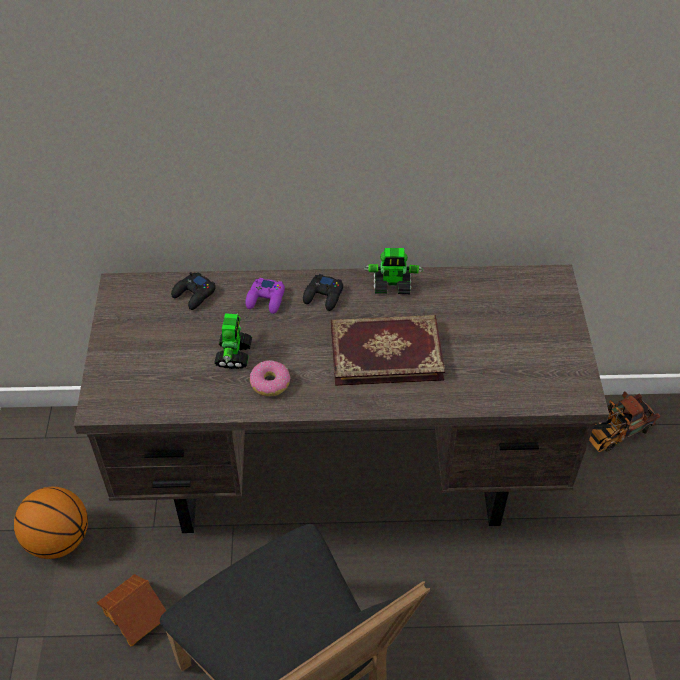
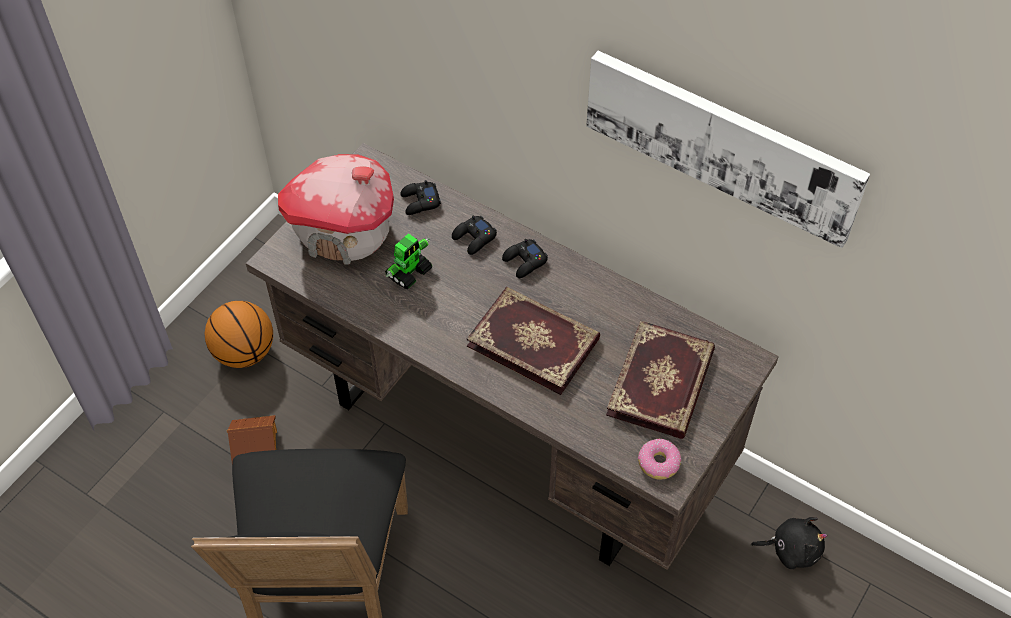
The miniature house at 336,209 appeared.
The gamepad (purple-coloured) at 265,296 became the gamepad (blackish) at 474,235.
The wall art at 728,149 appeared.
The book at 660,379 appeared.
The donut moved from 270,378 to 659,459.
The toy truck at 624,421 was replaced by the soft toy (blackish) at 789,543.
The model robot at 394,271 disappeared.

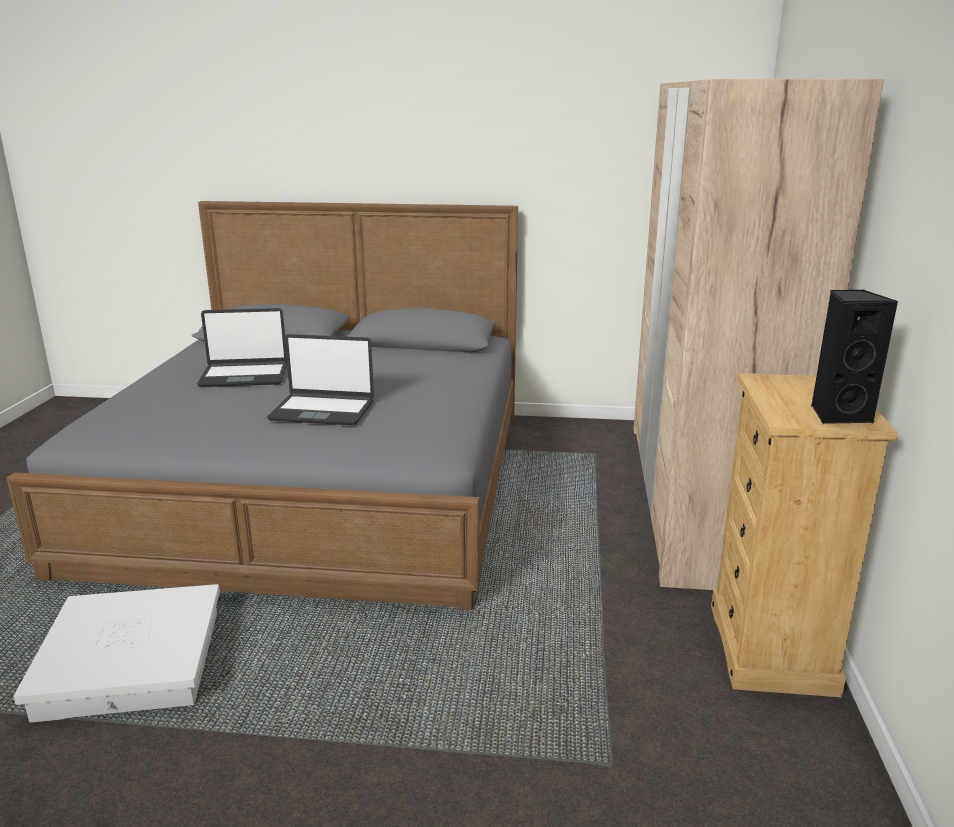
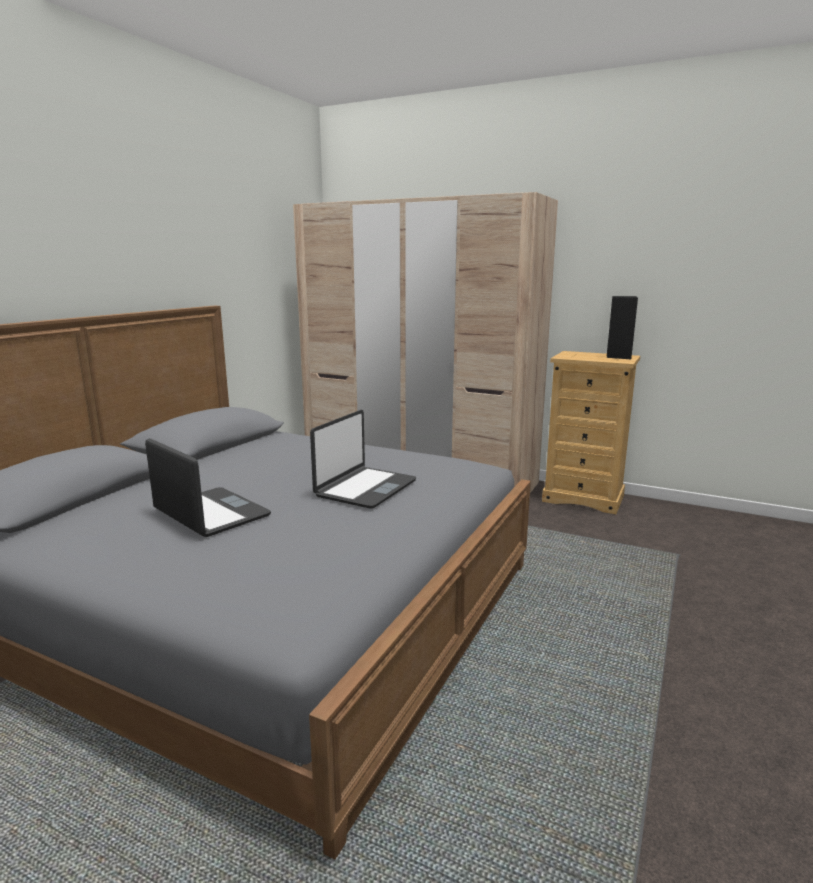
The portable computer at 242,347 turned 60 degrees counterclockwise.
The storage bin (whitish) at 116,653 disappeared.

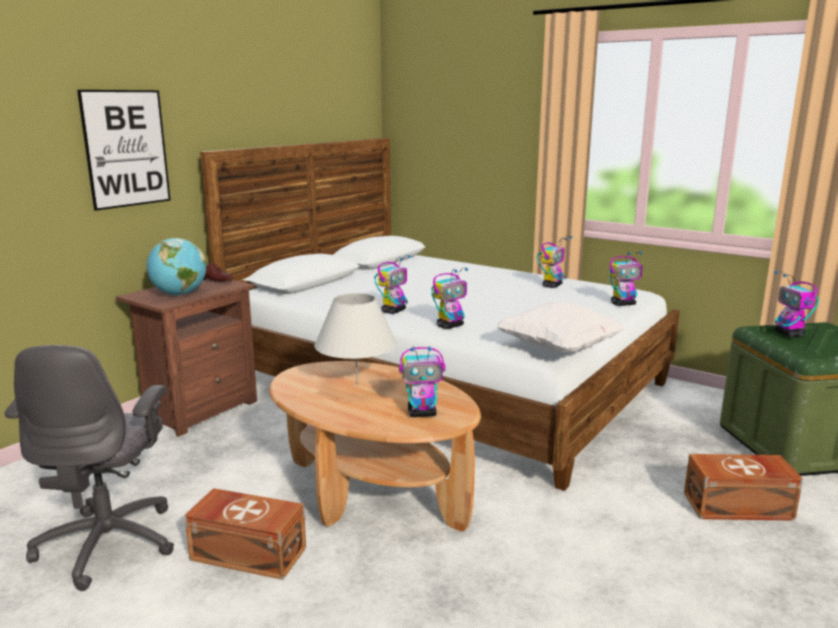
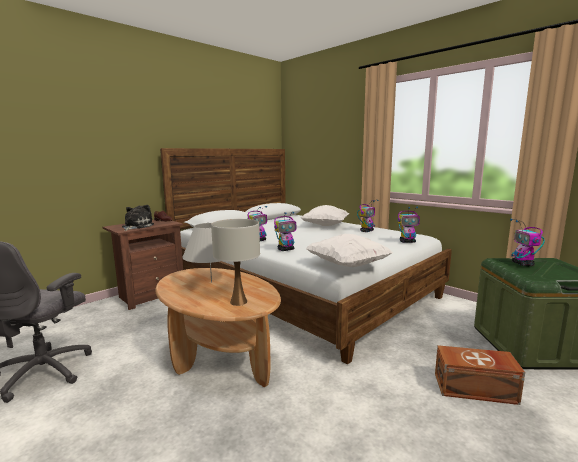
The desk globe at 176,266 was replaced by the soft toy at 138,218.
The model robot at 422,381 was replaced by the table lamp (whitish) at 235,262.
The cushion (whitish) at 324,215 appeared.
The wall art at 124,150 disappeared.
The storage bin (brownish) at 245,534 disappeared.

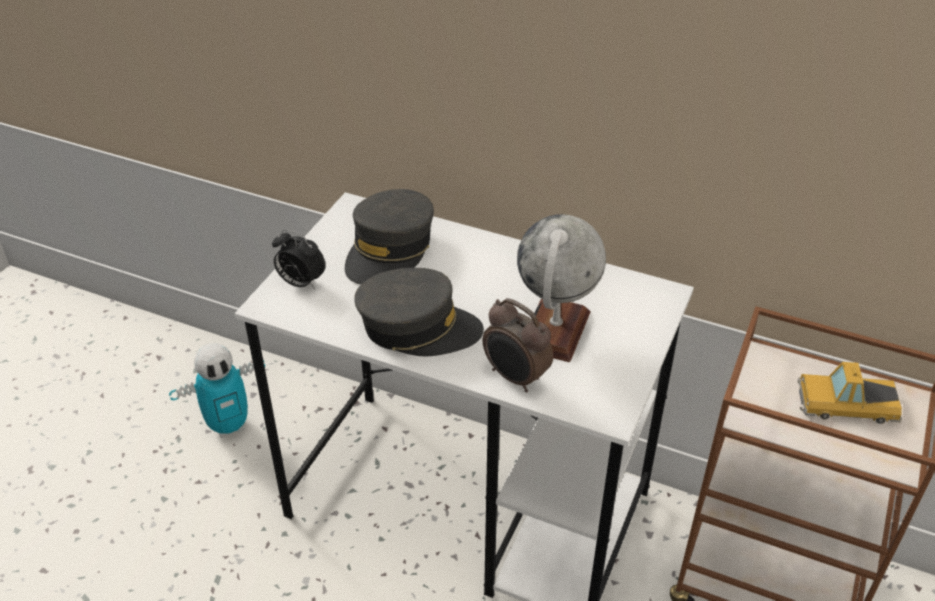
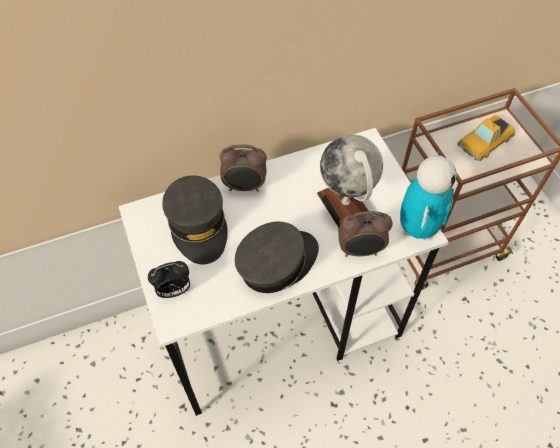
The table clock at 243,168 appeared.
The model robot moved from 217,390 to 428,196.

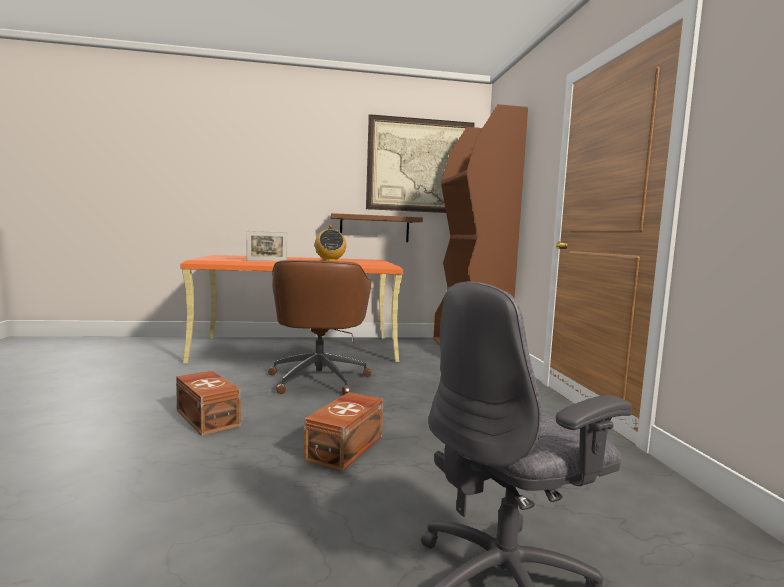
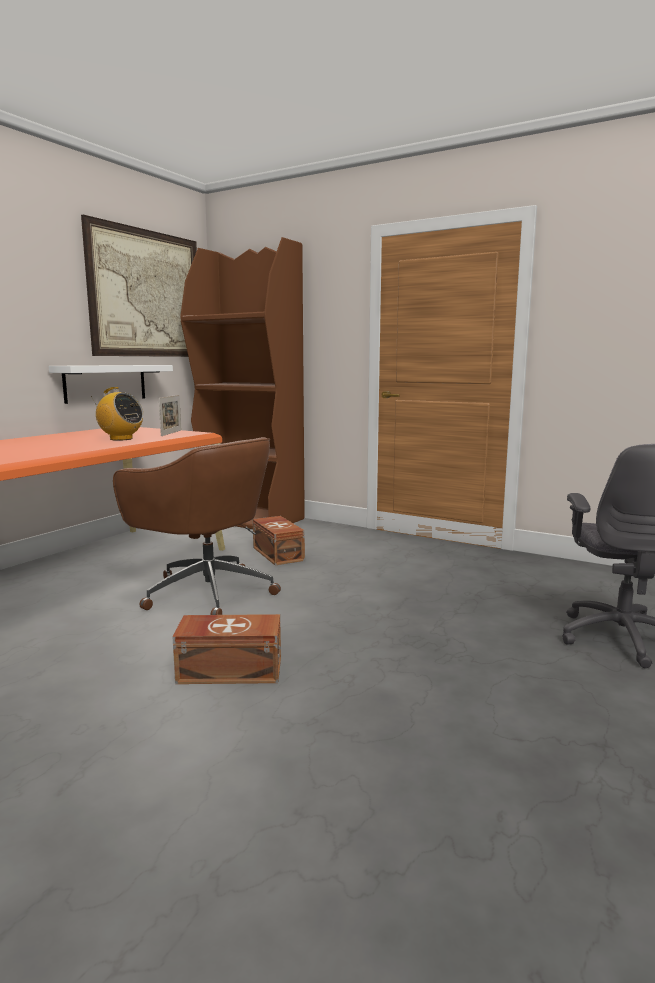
The shelf (brownish) at 377,227 became the shelf (whitish) at 111,384.
The standing frame moved from 266,246 to 170,415.
The storage bin (brownish) moved from 343,432 to 279,540.

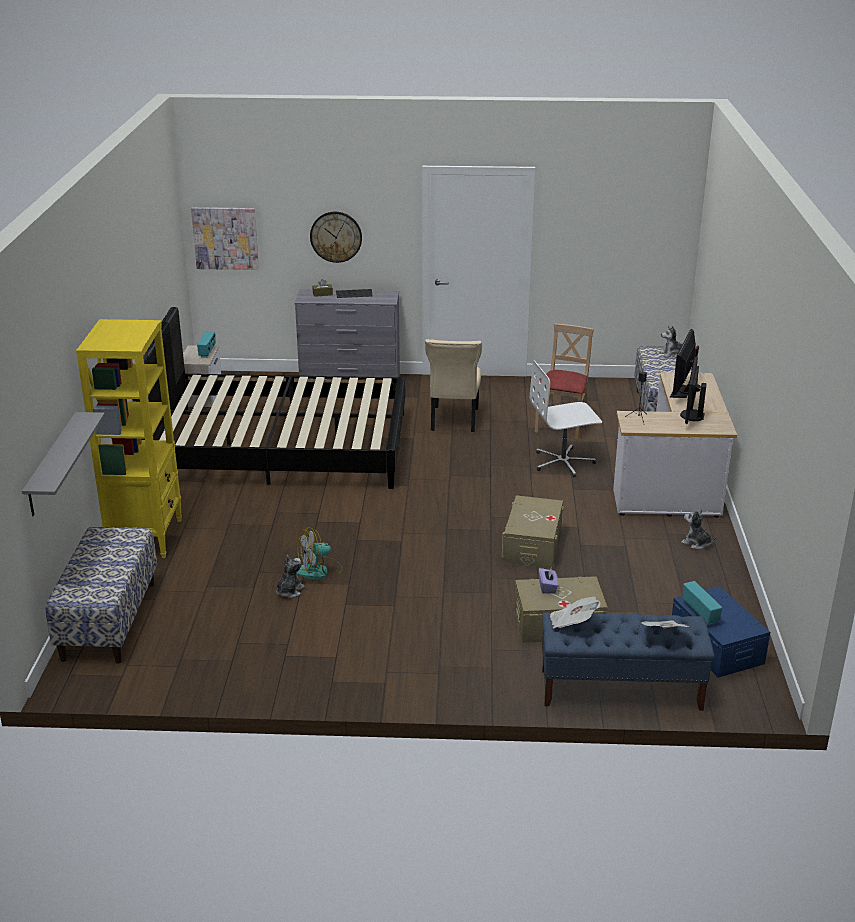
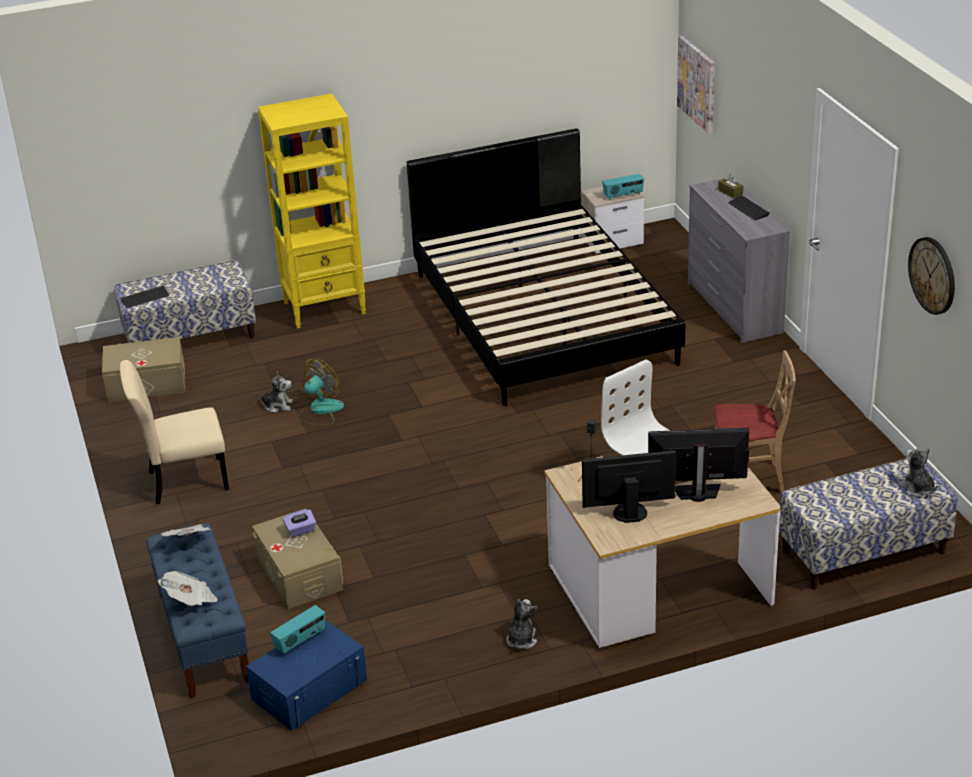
The storage bin (beige) moved from 533,532 to 144,369.
The PC keyboard at 144,296 appeared.
The chair (beige) moved from 453,385 to 174,432.
The cooling fan at 320,553 turned 90 degrees clockwise.
The clock on the wall moved from 336,237 to 931,276.
The shelf (greyish) at 63,464 disappeared.

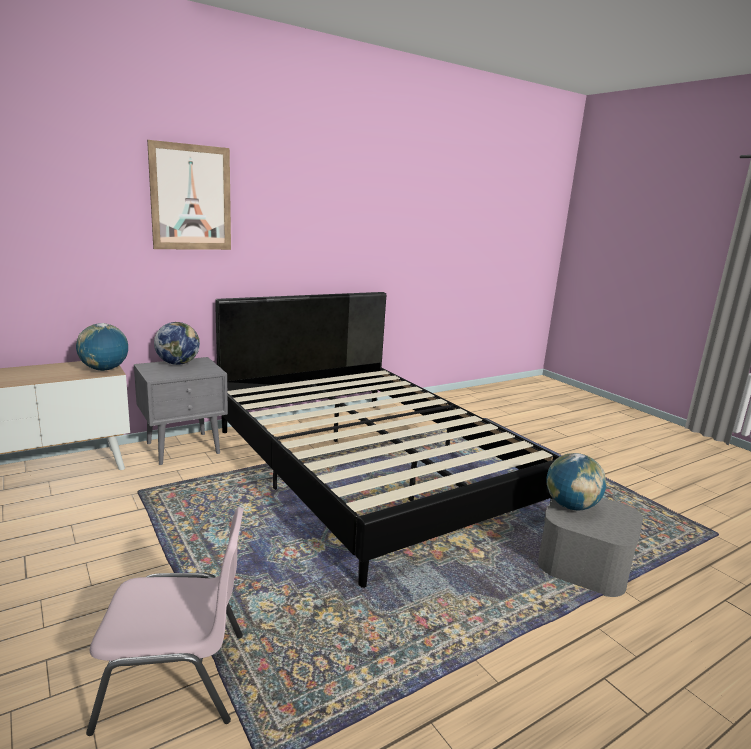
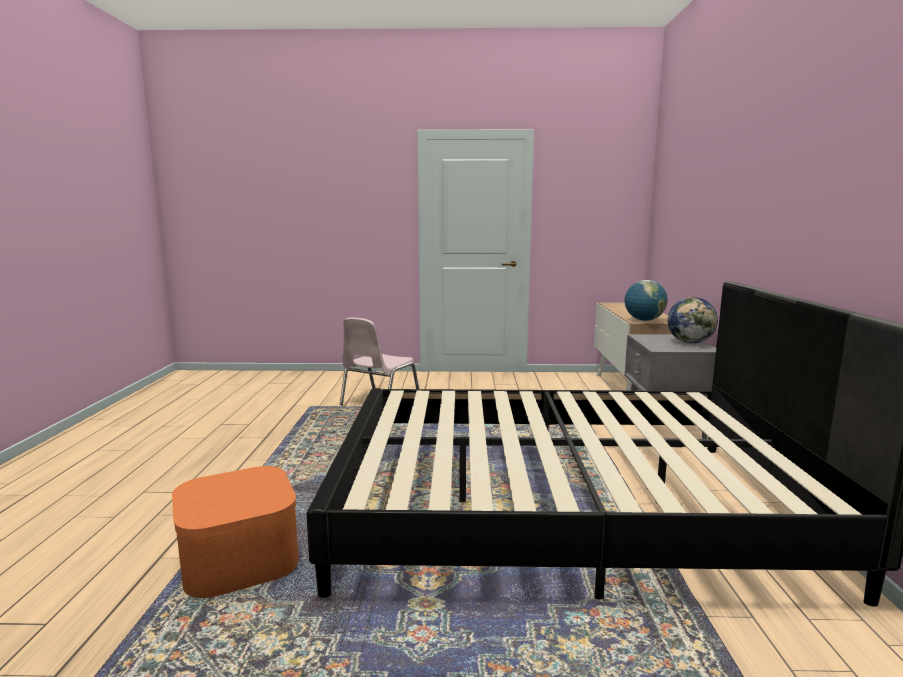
The storage bin (greyish) at 590,547 became the storage bin (orange) at 235,532.
The wall art at 189,195 disappeared.
The desk globe at 576,481 disappeared.

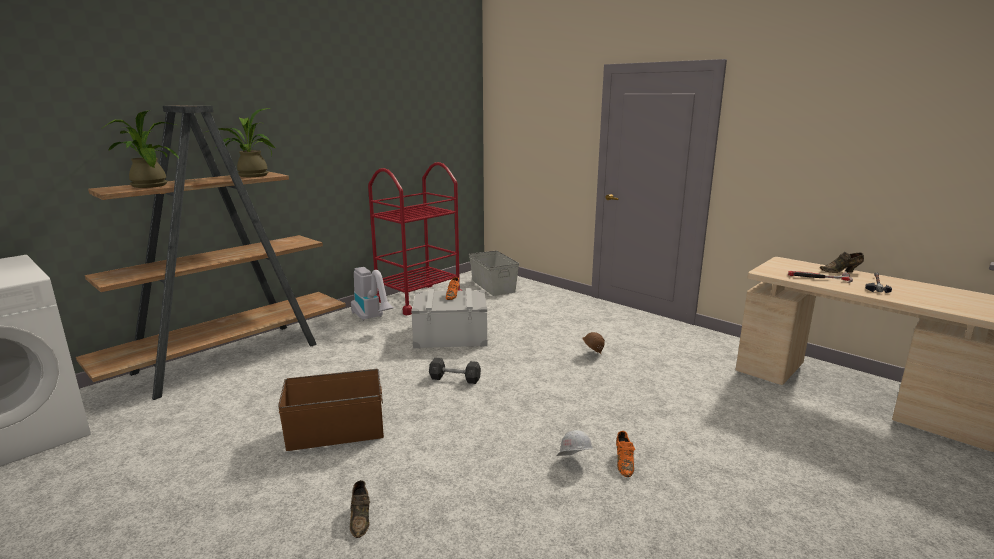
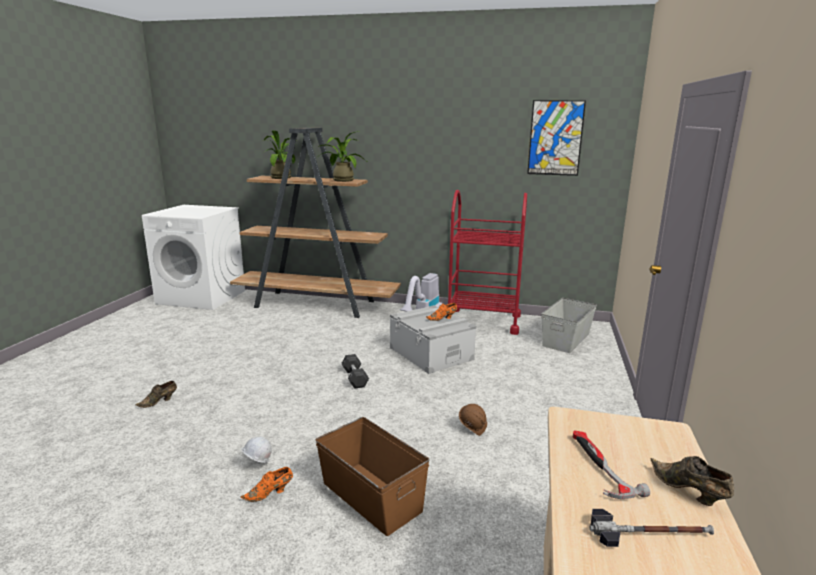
The storage bin (brownish) moved from 331,410 to 373,476.
The wall art at 556,138 appeared.

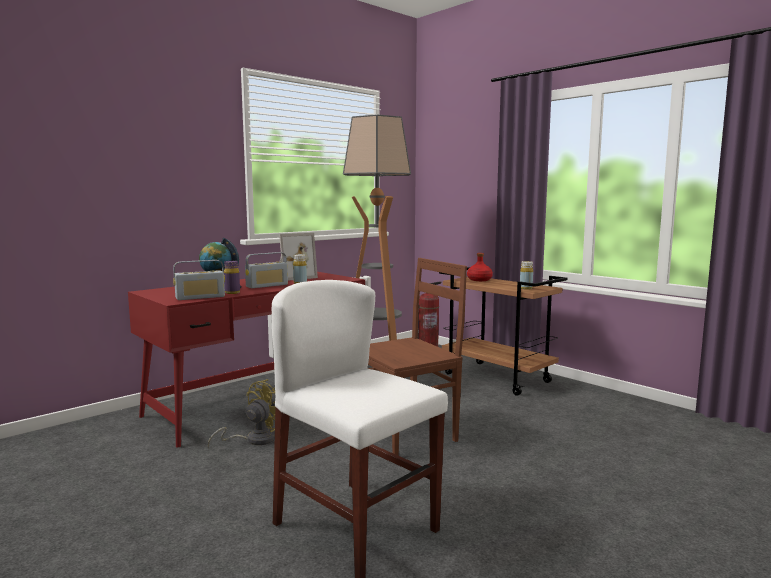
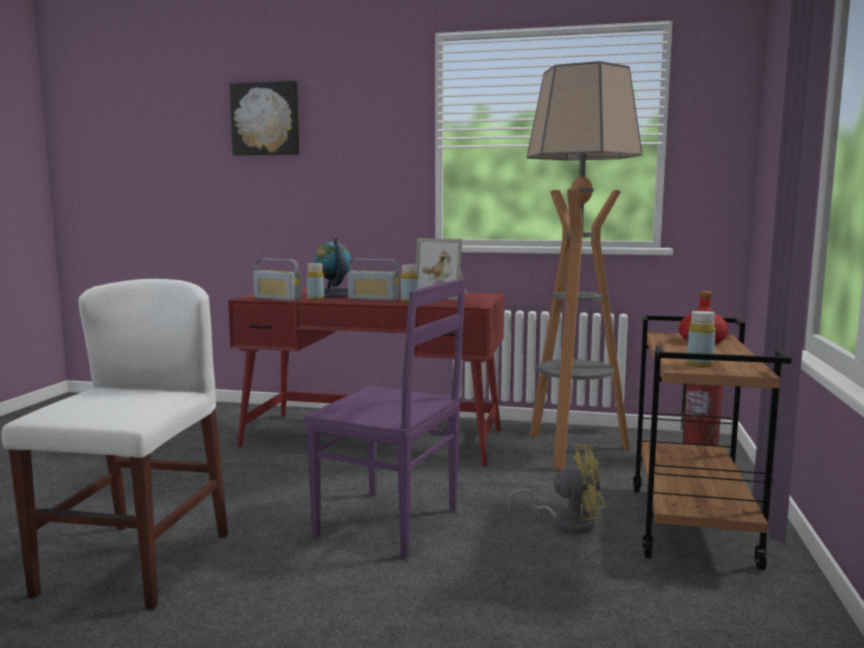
The wall art at 264,118 appeared.
The chair (brownish) at 417,357 became the chair (purple-coloured) at 385,418.
The bottle (purple-coloured) at 232,277 became the bottle (yellow) at 315,281.
The cooling fan (yellow) moved from 241,413 to 556,489.

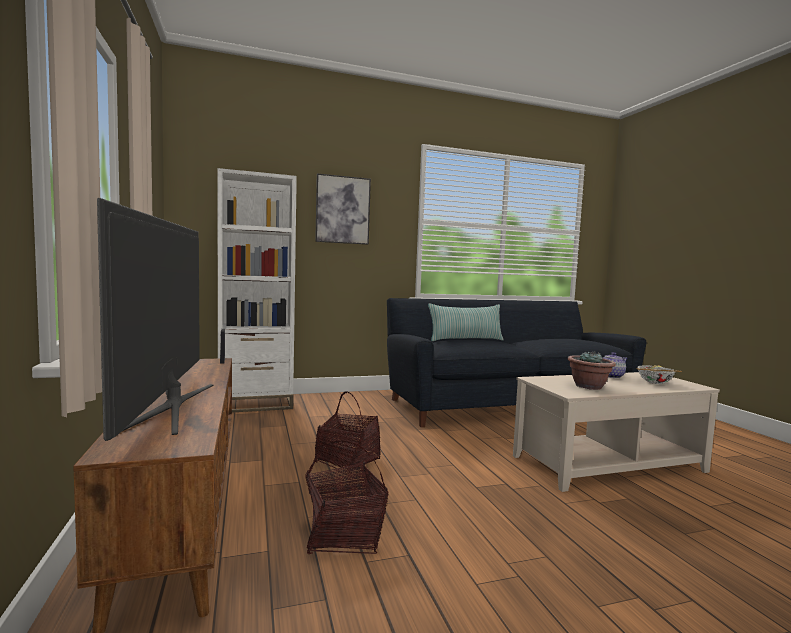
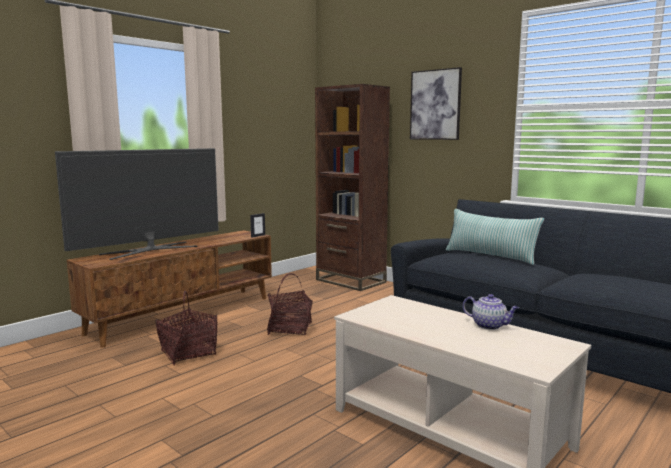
The bookcase (whitish) at 257,290 became the bookcase (brownish) at 352,187.
The houseplant at 591,370 disappeared.
The bowl at 659,374 disappeared.

